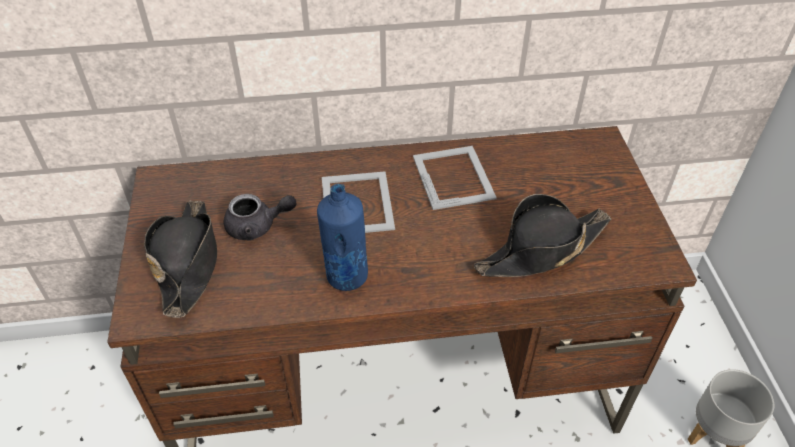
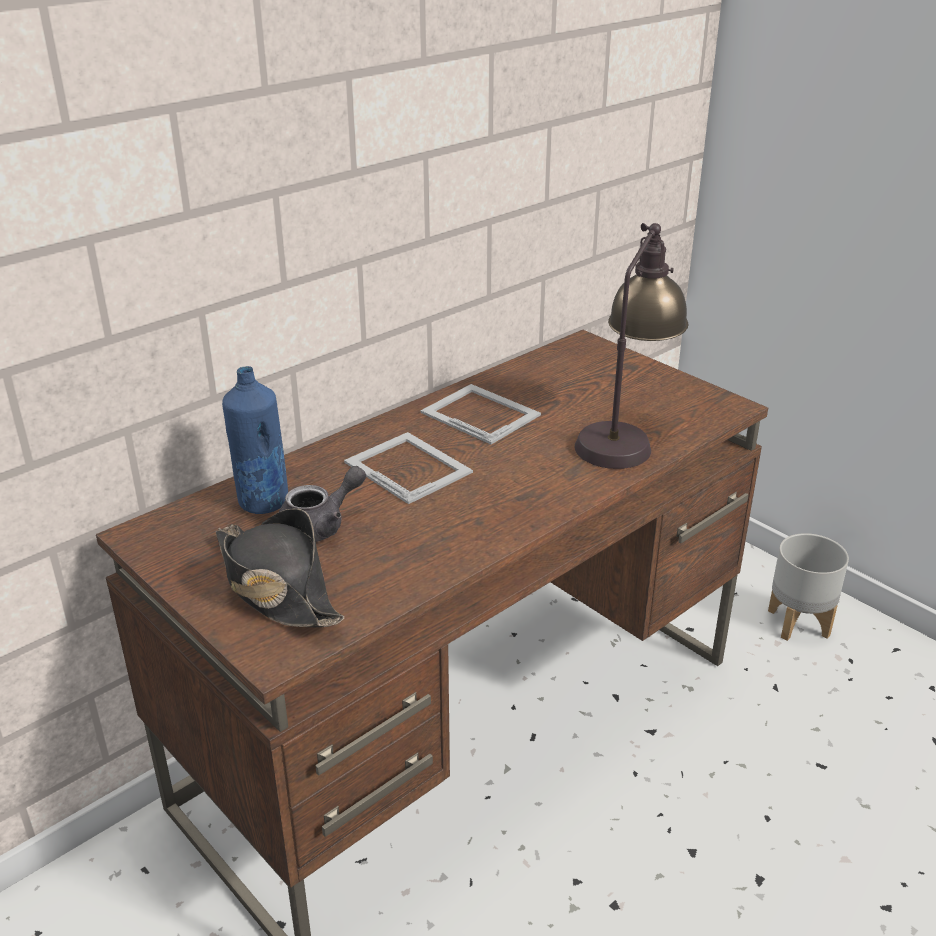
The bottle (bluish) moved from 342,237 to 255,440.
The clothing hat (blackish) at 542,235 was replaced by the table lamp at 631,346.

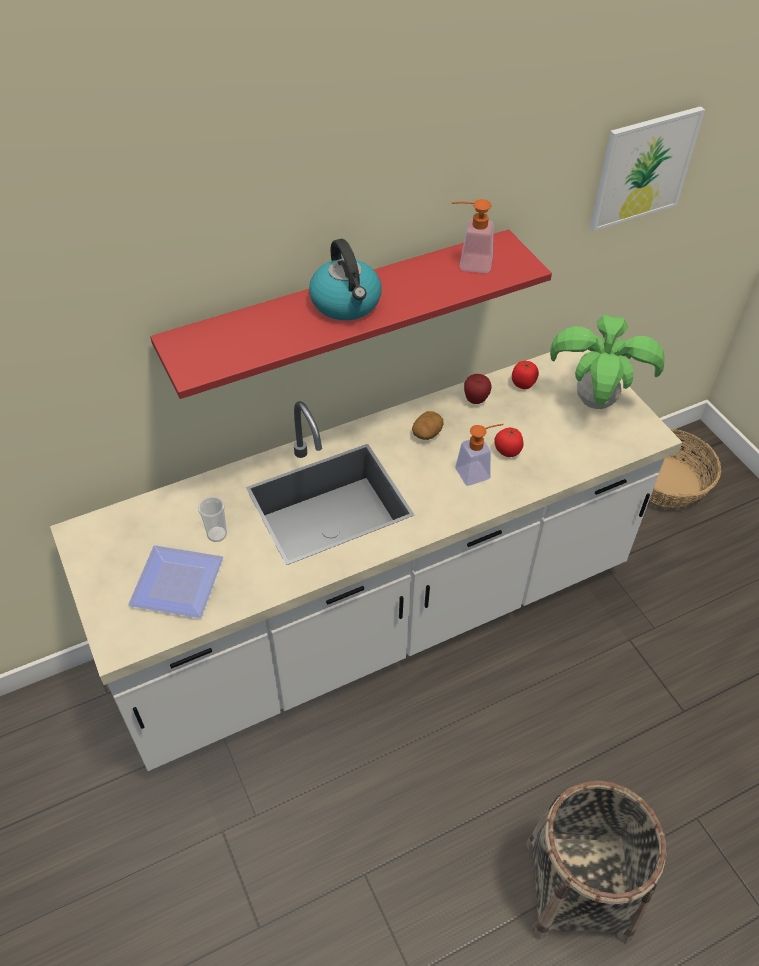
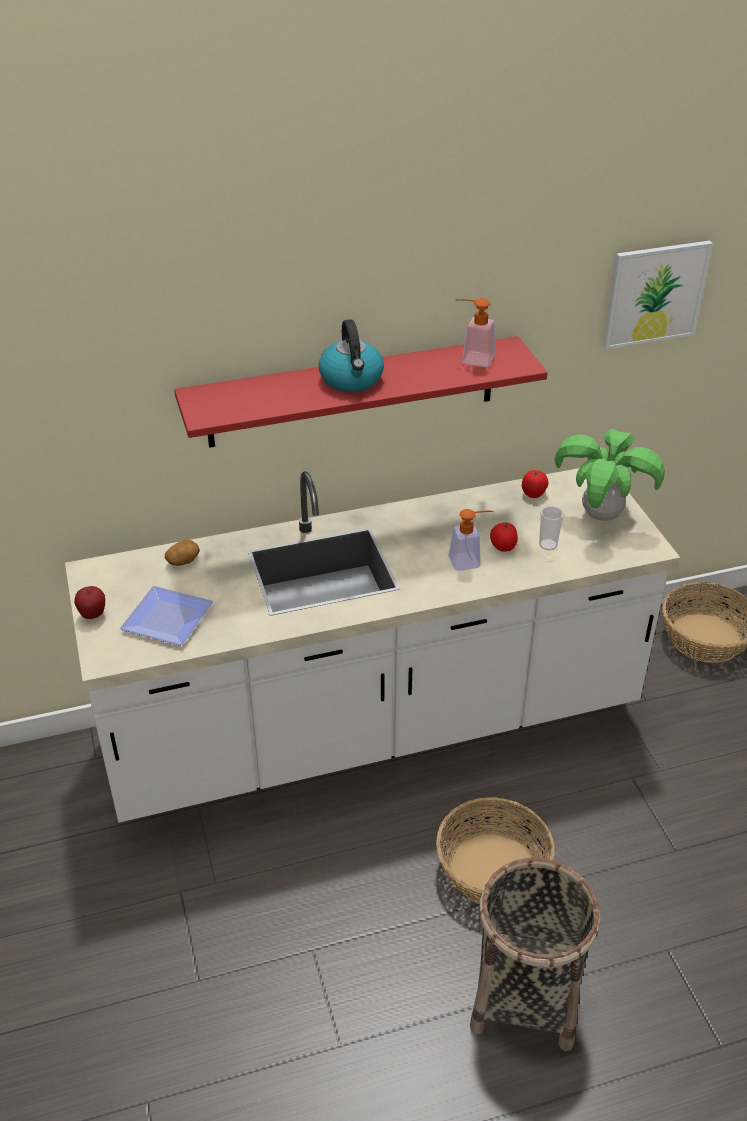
The apple moved from 477,389 to 89,602.
The spud moved from 427,425 to 182,552.
The basket at 495,850 appeared.
The small cup moved from 212,519 to 551,528.

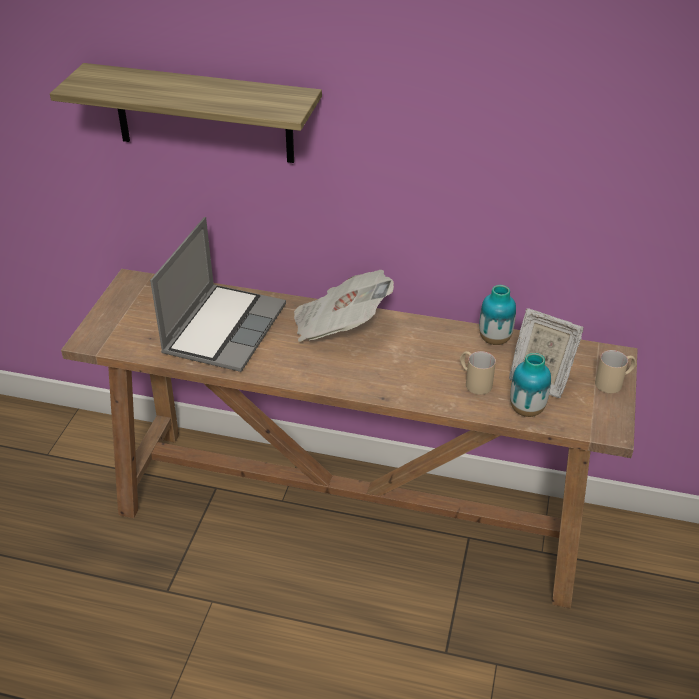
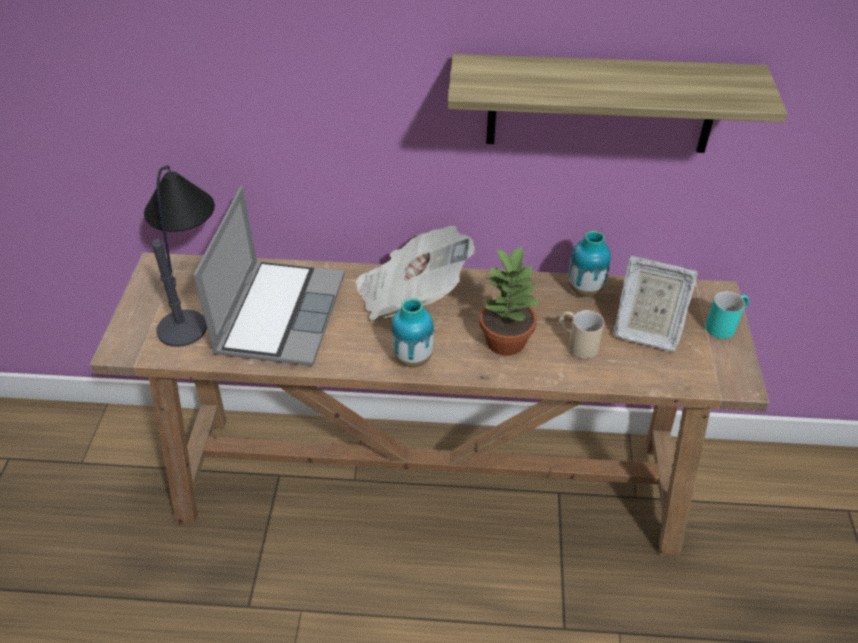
The table lamp at 179,256 appeared.
The vase moved from 530,385 to 412,332.
The shelf moved from 186,113 to 617,103.
The houseplant at 510,301 appeared.
The coffee mug (beige) at 616,371 became the coffee mug (blue-green) at 727,315.

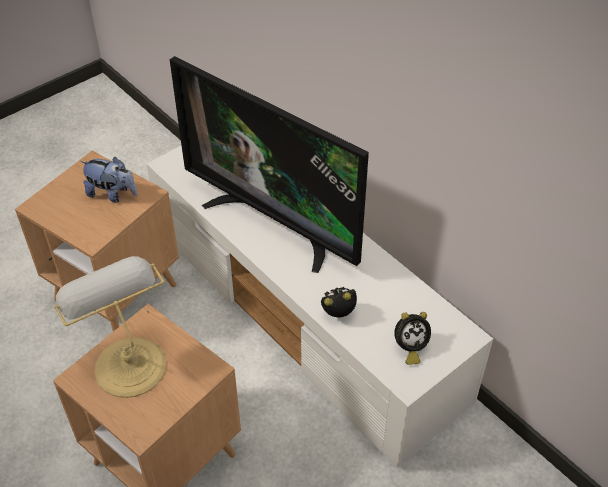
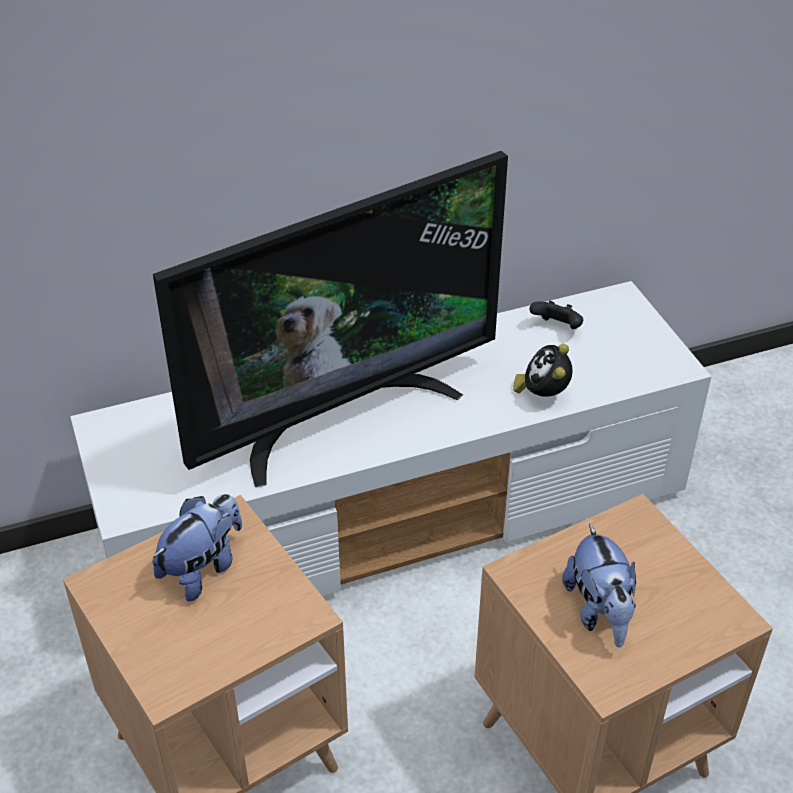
The gamepad (blackish) at 556,315 appeared.
The table lamp at 110,327 was replaced by the soft toy at 599,585.
The table clock at 412,338 disappeared.

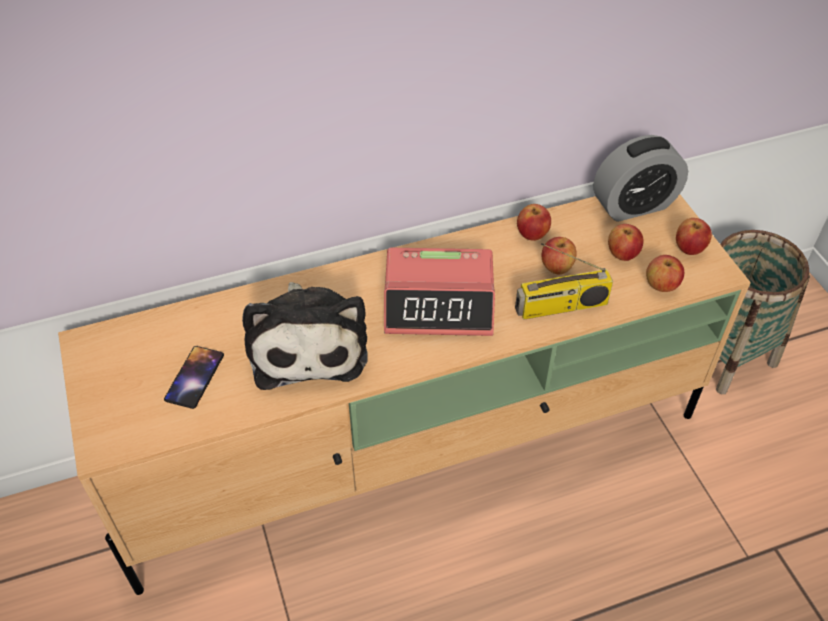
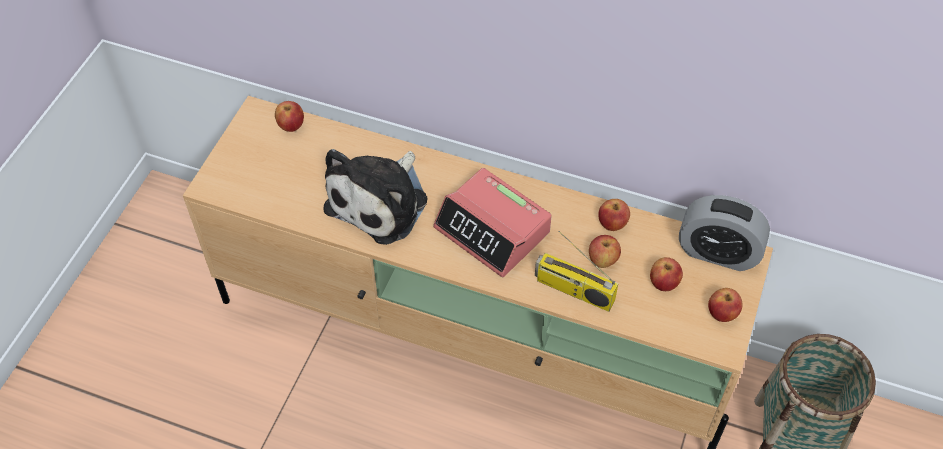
The apple moved from 665,273 to 289,116.
The handset at 194,377 disappeared.

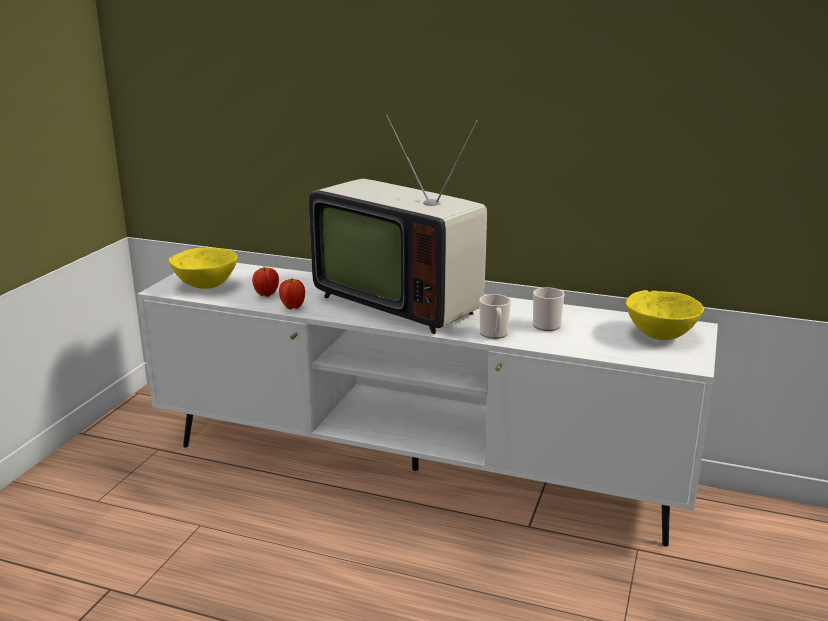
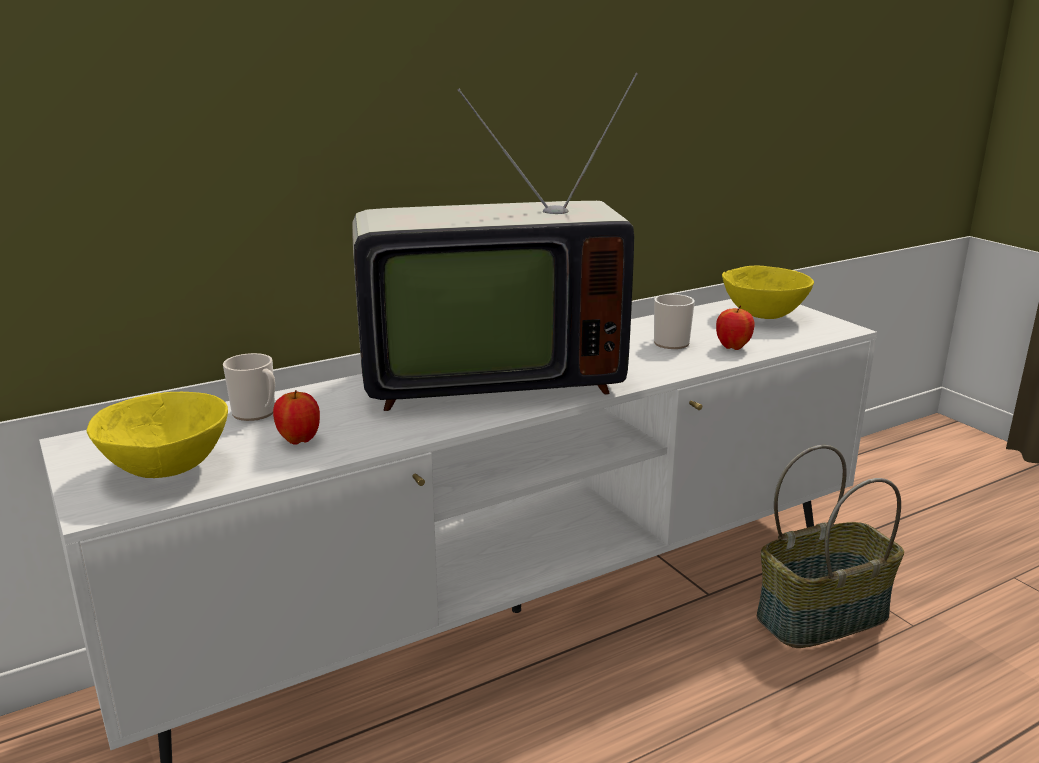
The coffee mug moved from 495,316 to 249,387.
The apple moved from 292,293 to 735,328.
The basket at 830,546 appeared.

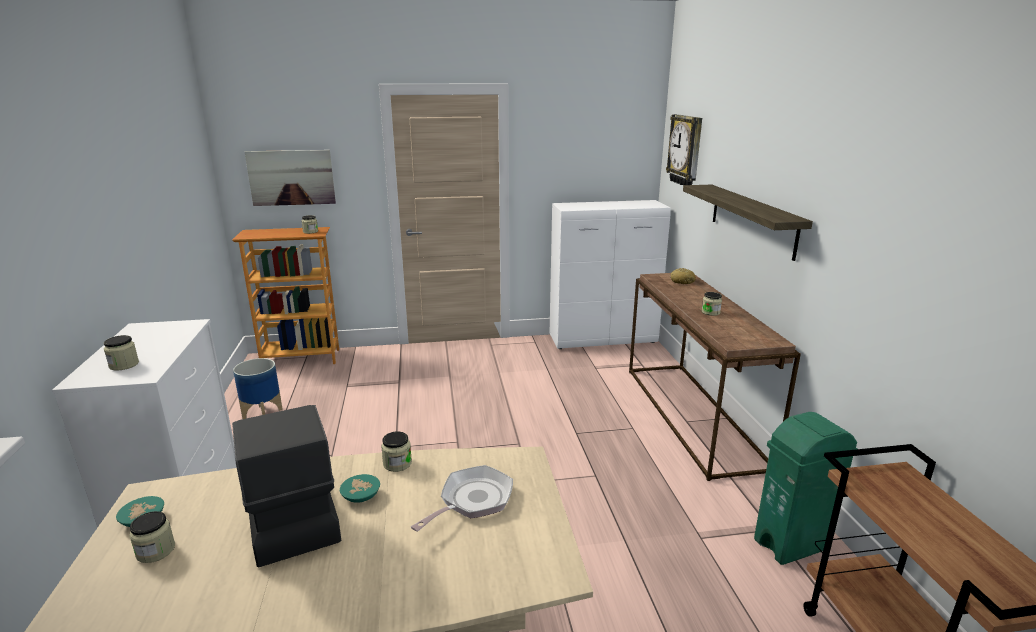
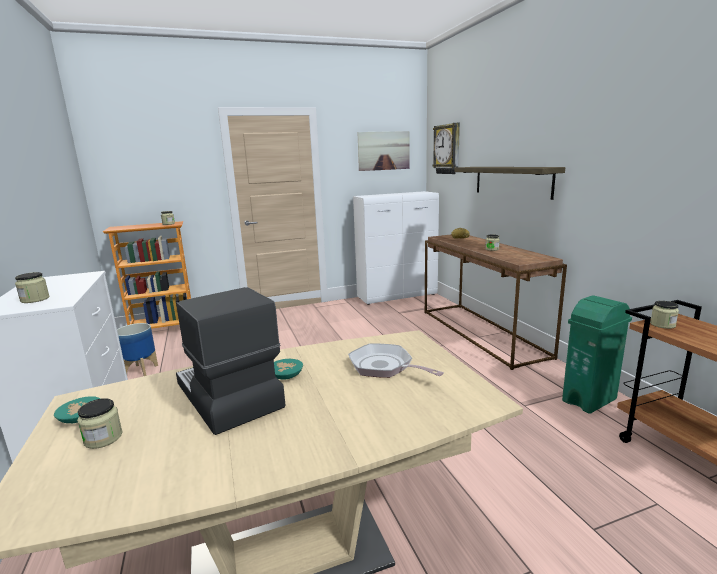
The skillet at 462,498 turned 75 degrees counterclockwise.
The wall art moved from 290,178 to 383,151.
The jar moved from 396,451 to 664,315.

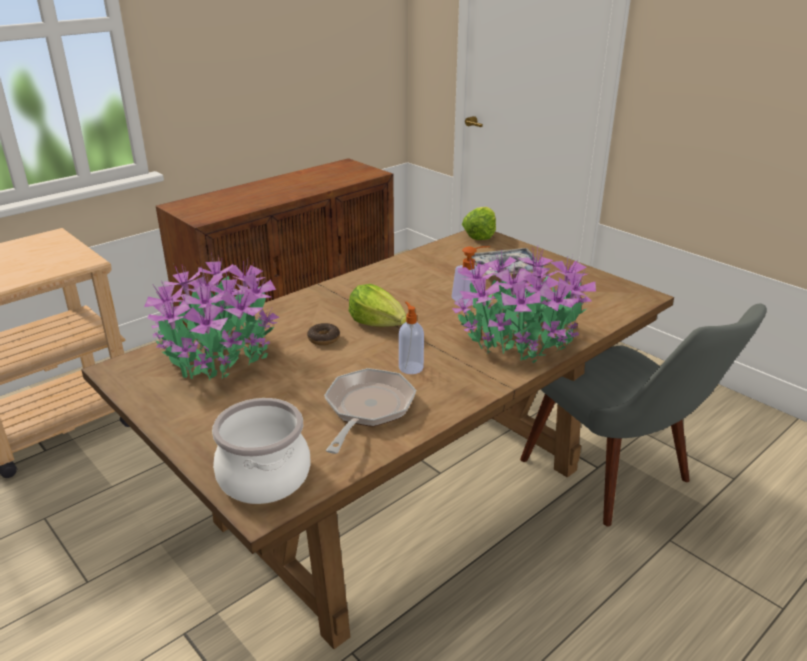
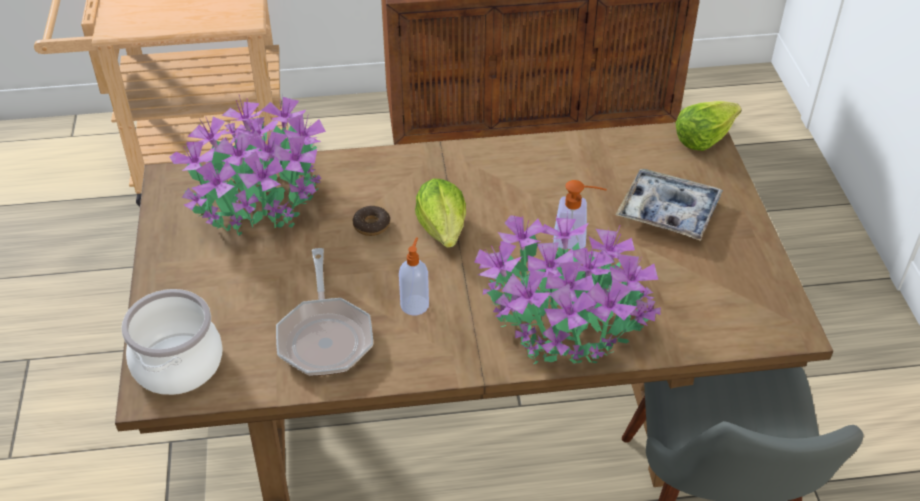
The skillet at 370,411 turned 120 degrees clockwise.

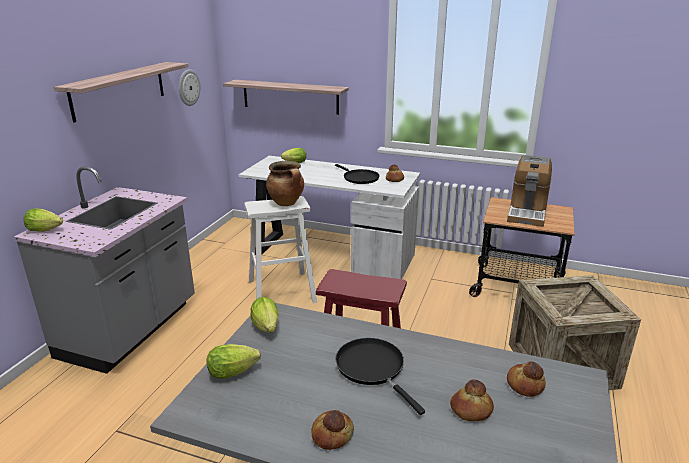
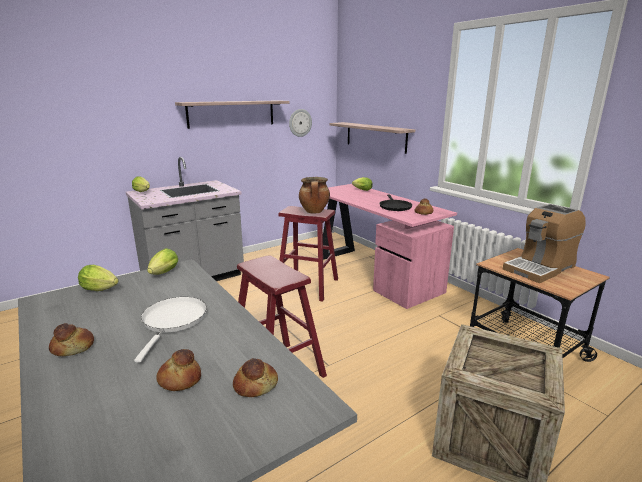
The skillet (blackish) at 380,376 became the skillet (whitish) at 170,330.
The stool (whitish) at 280,249 became the stool (red) at 308,254.
The desk unit (whitish) at 329,217 became the desk unit (pink) at 390,246.

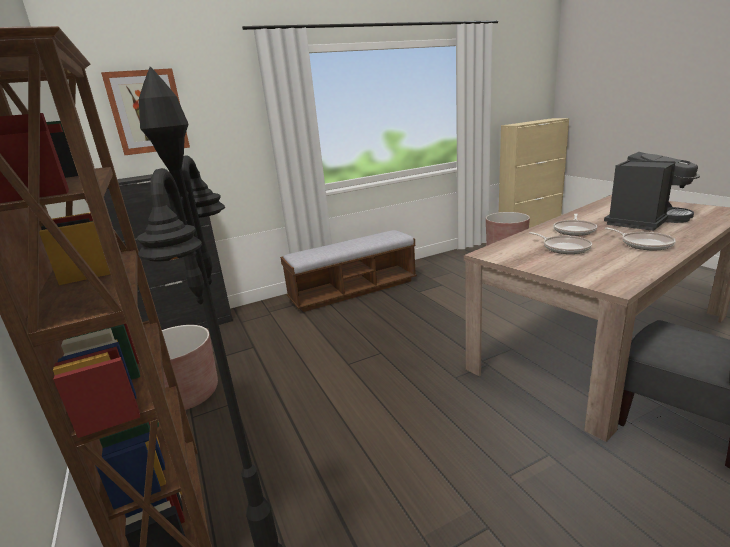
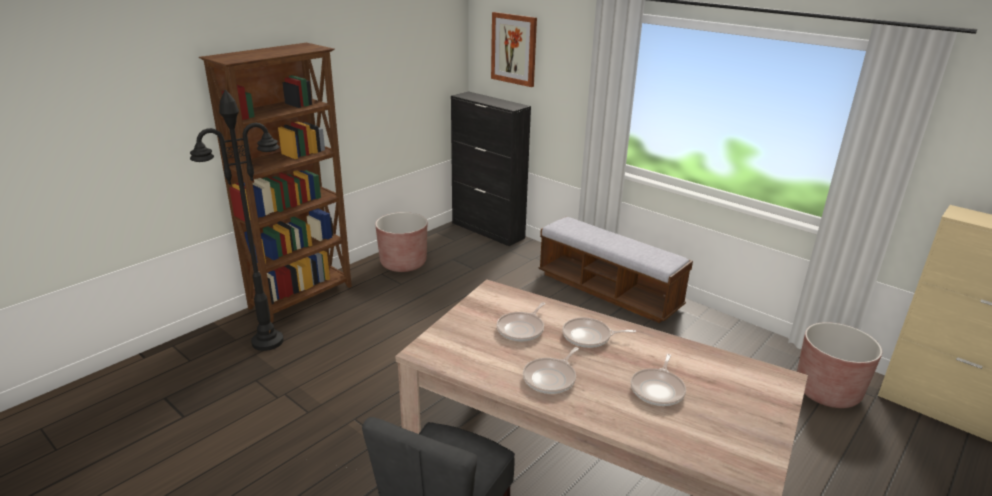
The coffee maker at 652,191 was replaced by the skillet at 658,380.

